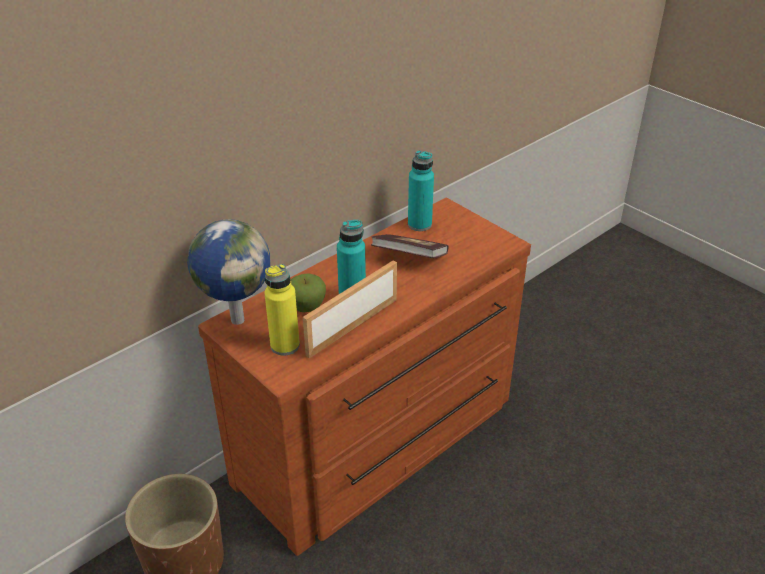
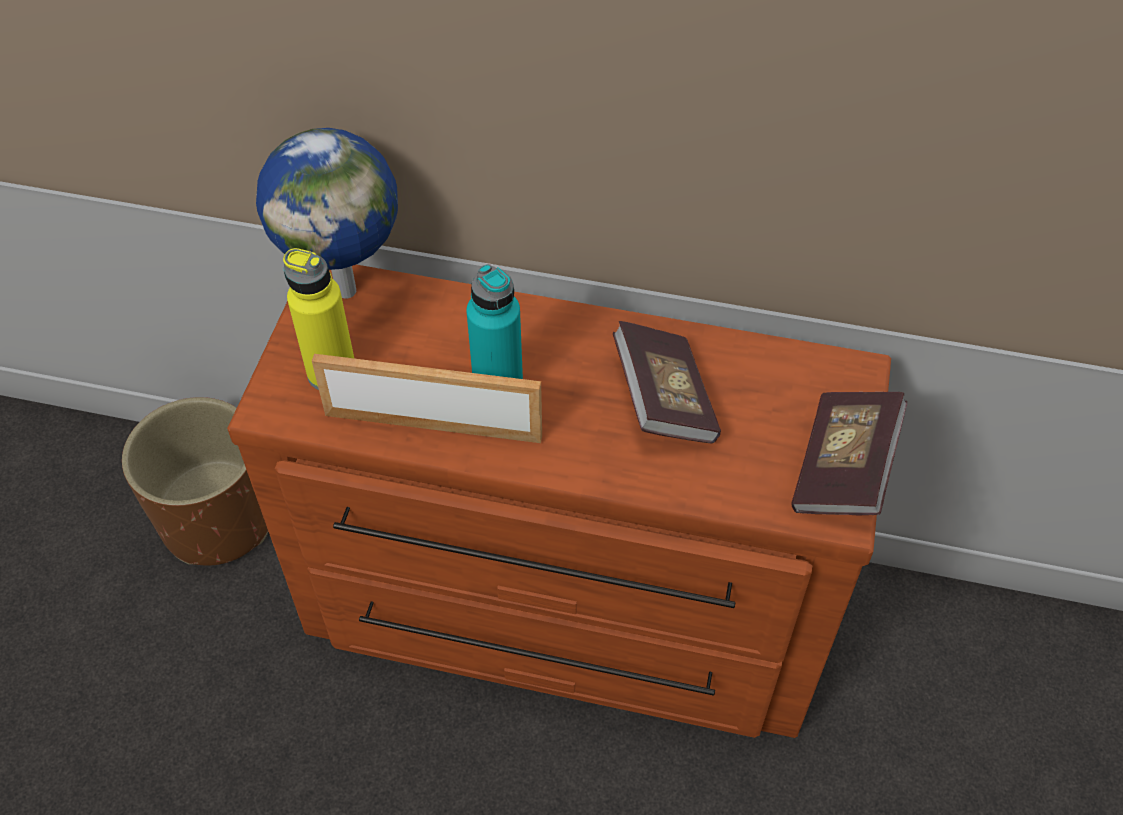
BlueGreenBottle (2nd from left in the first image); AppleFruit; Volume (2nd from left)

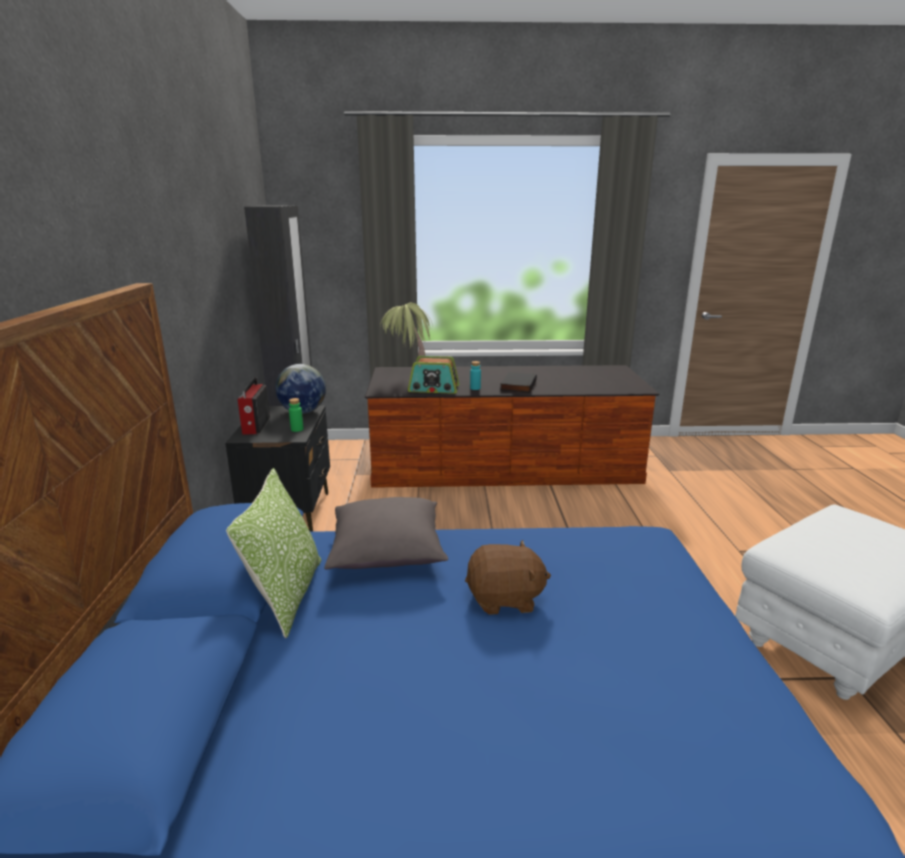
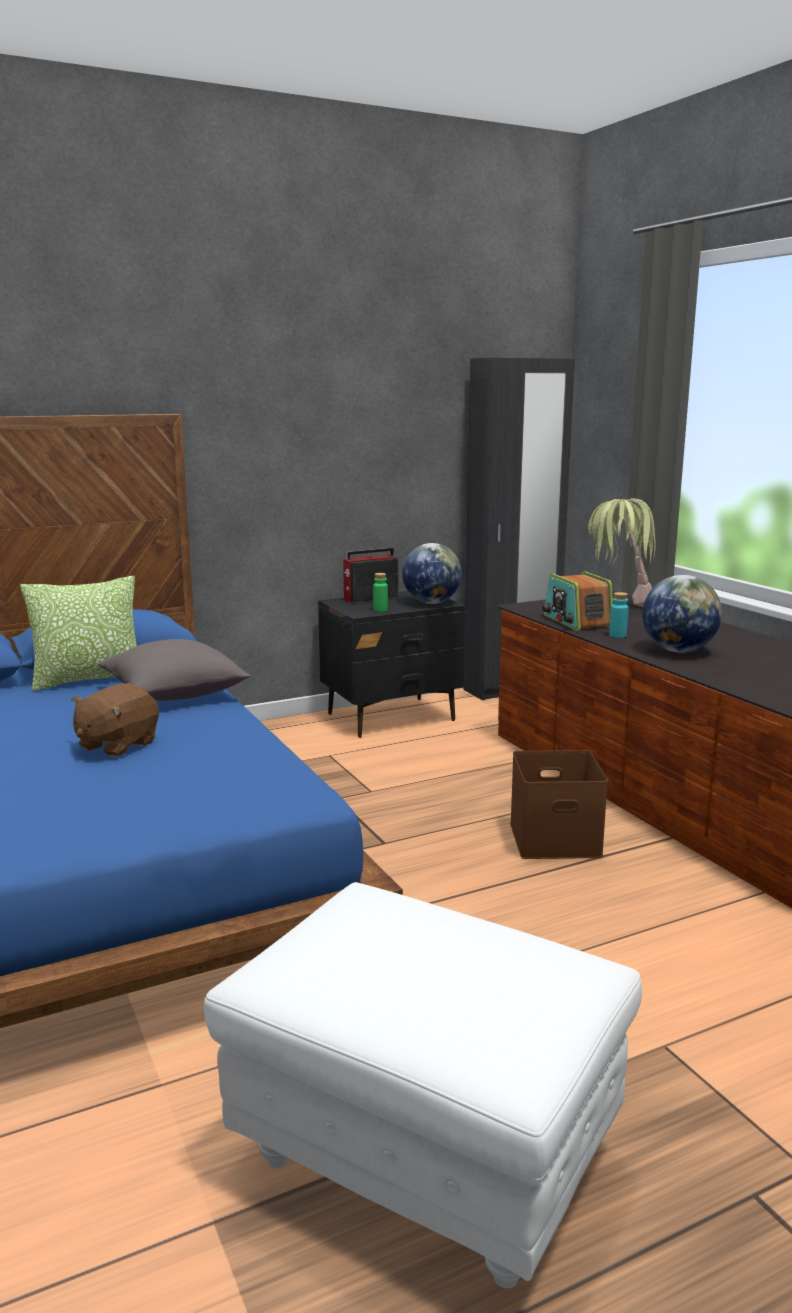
DeskGlobe (2nd from left); BrownPlushToy; BrownStorageBox

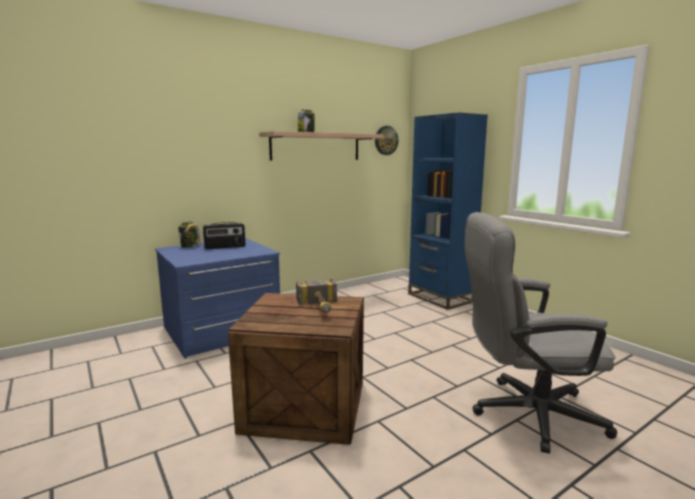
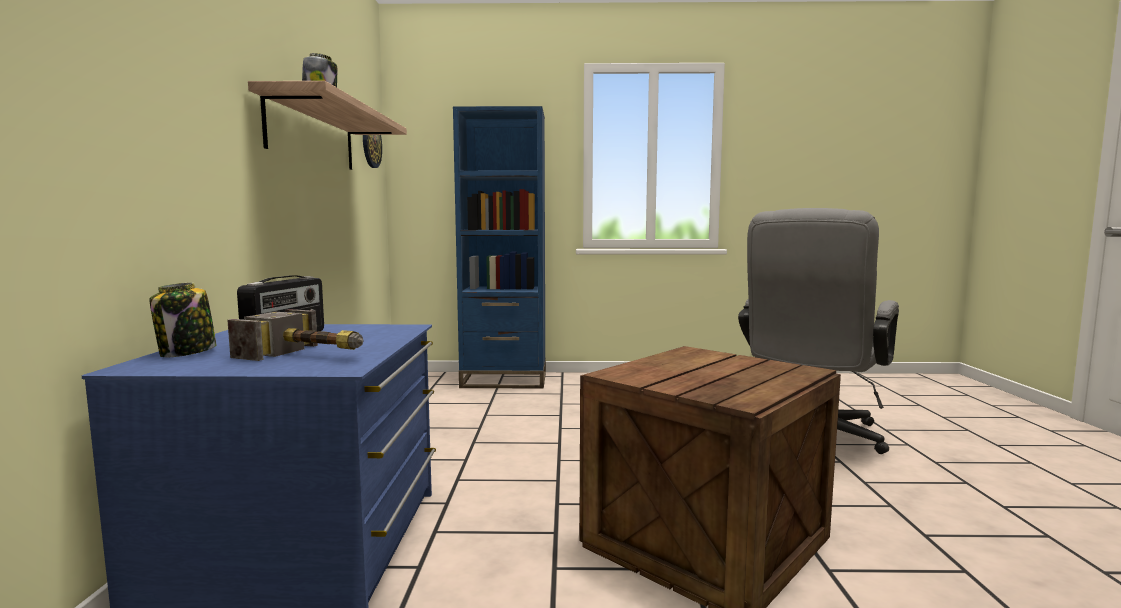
HandHammer

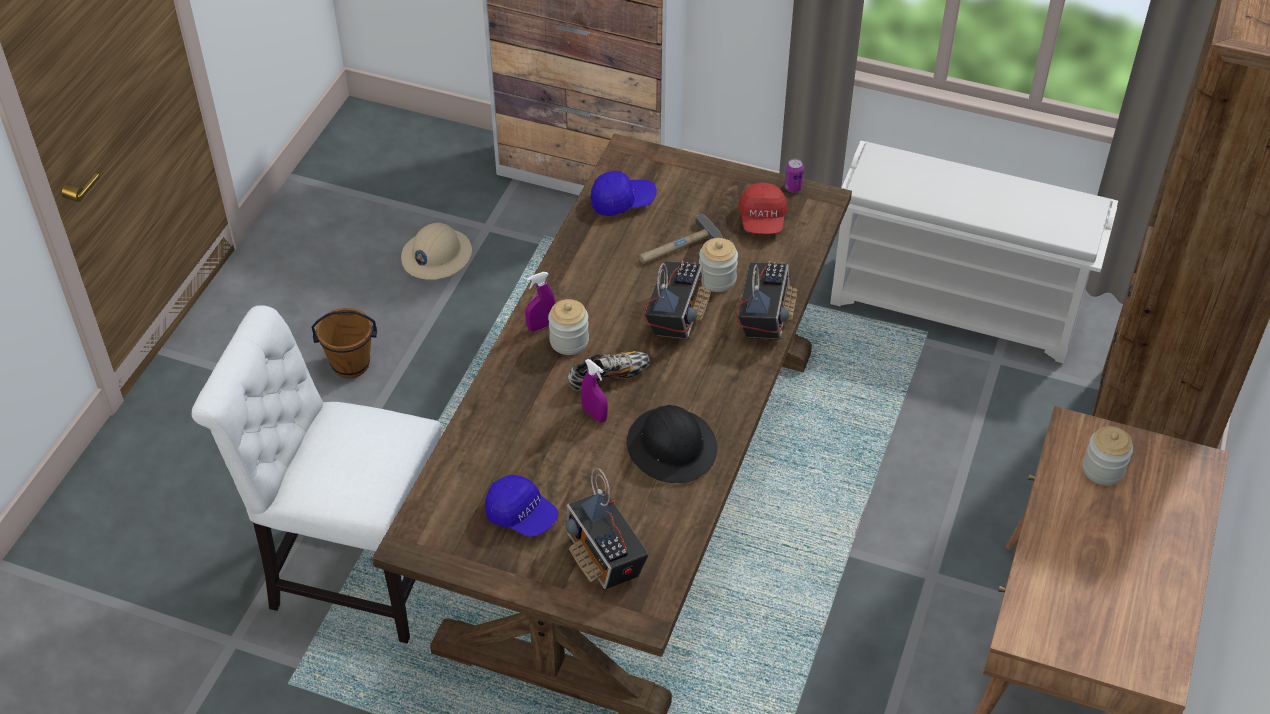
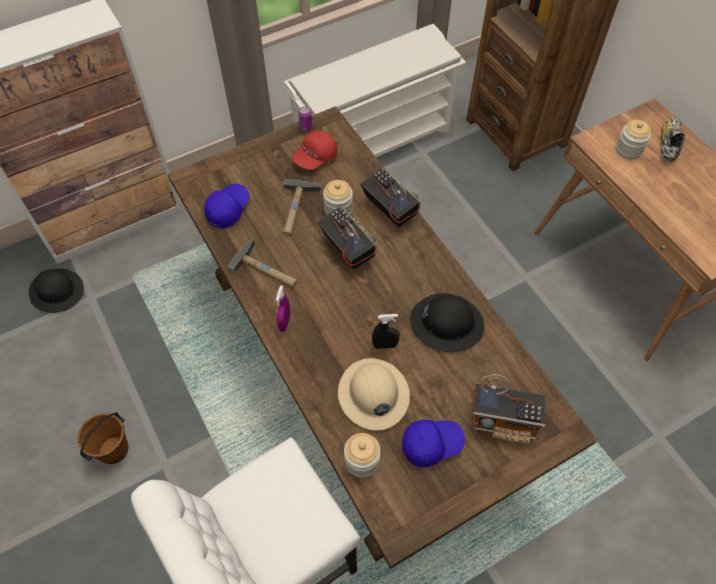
RedColouredBaseballCap; SandColouredSafetyHelmet; Jar (2nd from left); ItemOfFootwear; BlackishSprayBottle; HandHammer (1st from left); BlackishSafetyHelmet (1st from left)

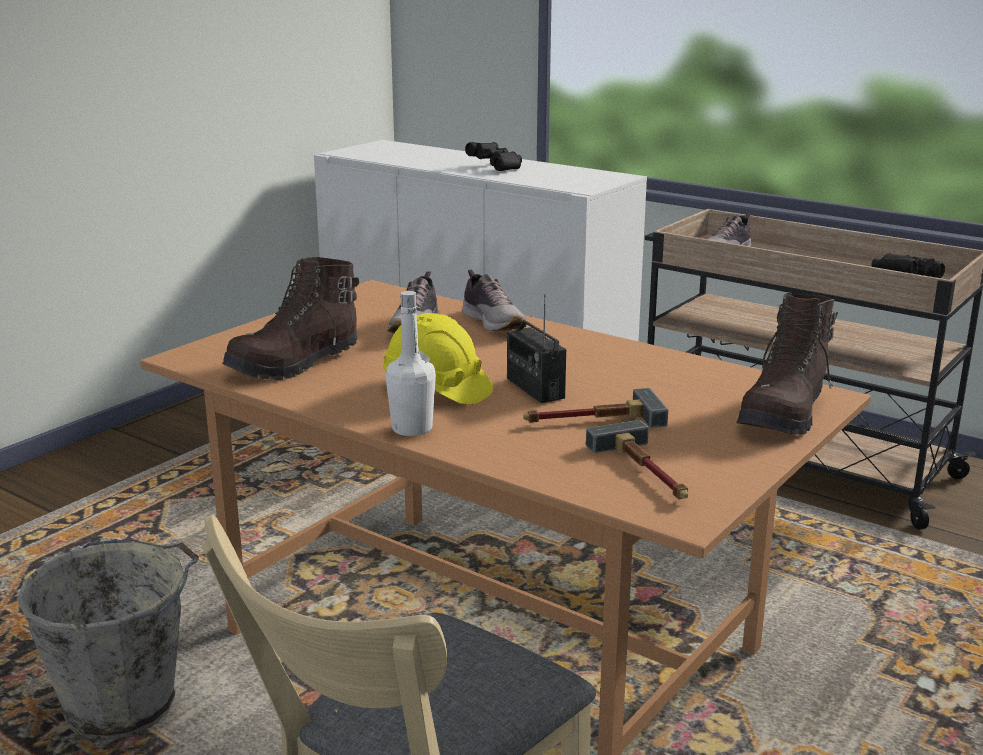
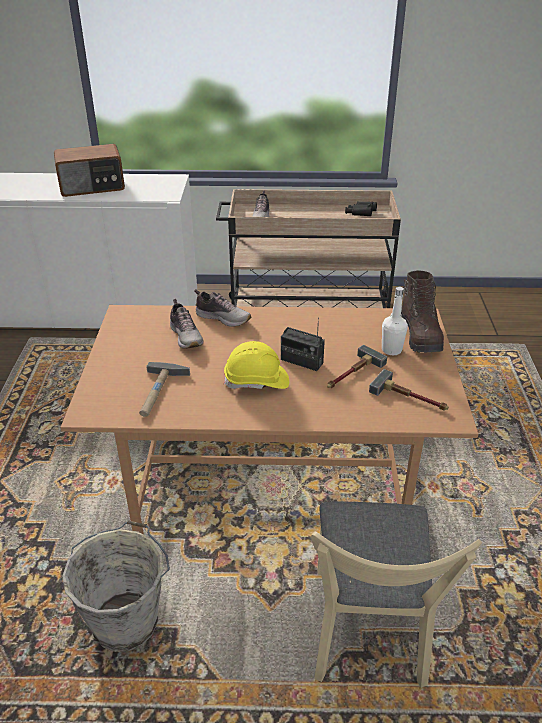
RadioSet (1st from left); HandHammer (1st from left); WhitishBottle

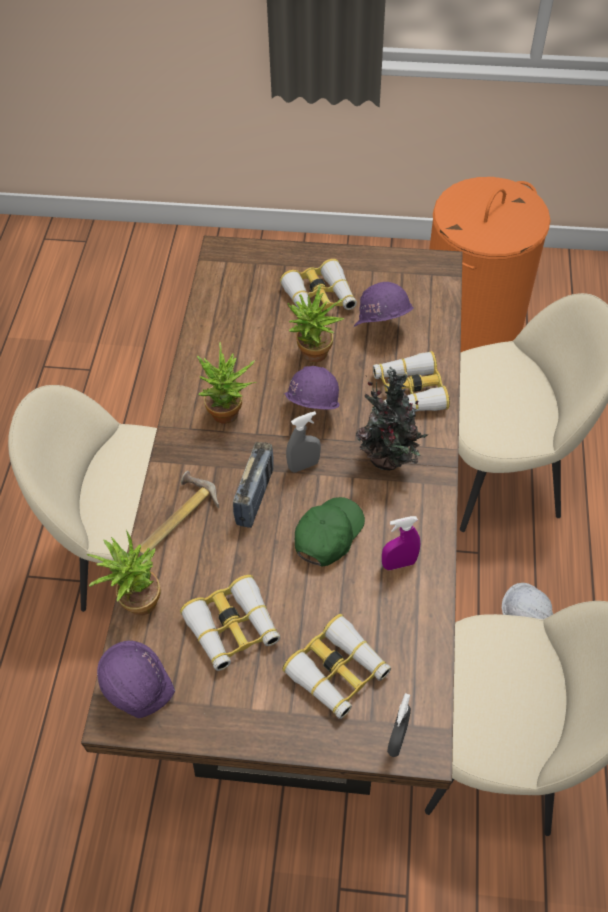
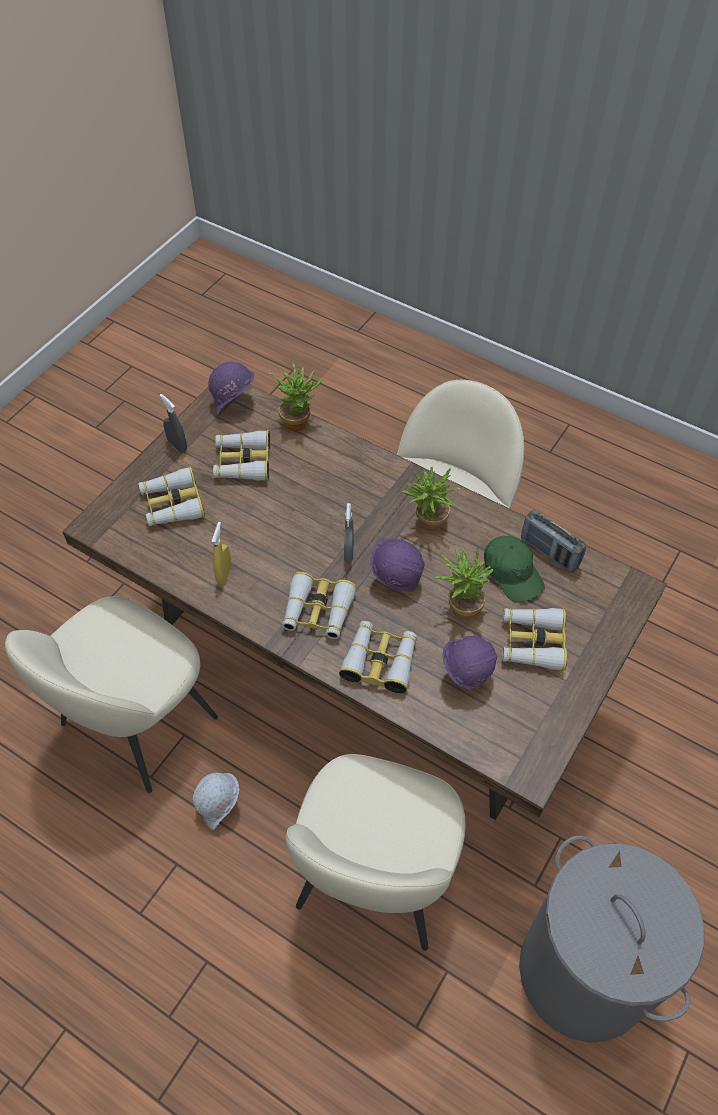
GrayHamper; PairOfBinoculars (3rd from left); RadioSet; HandHammer; GreenishBaseballCap; YellowColouredSprayBottle; GraySprayBottle (1st from left)

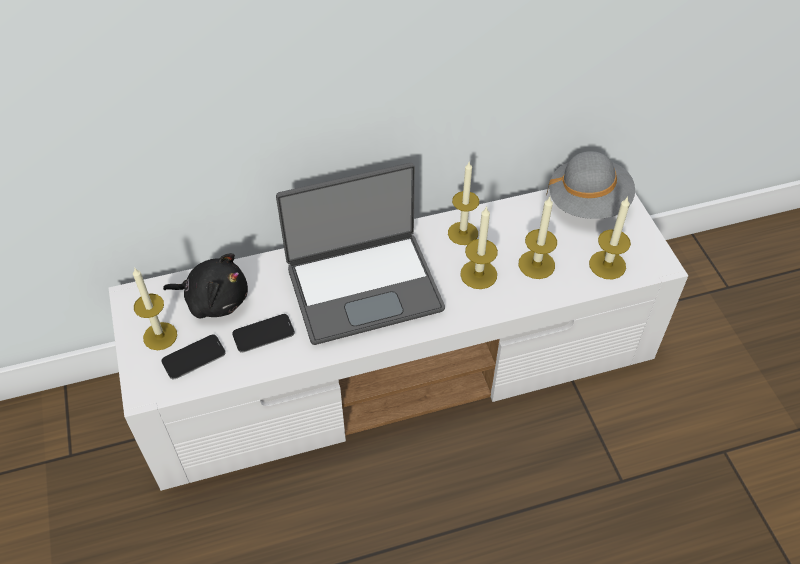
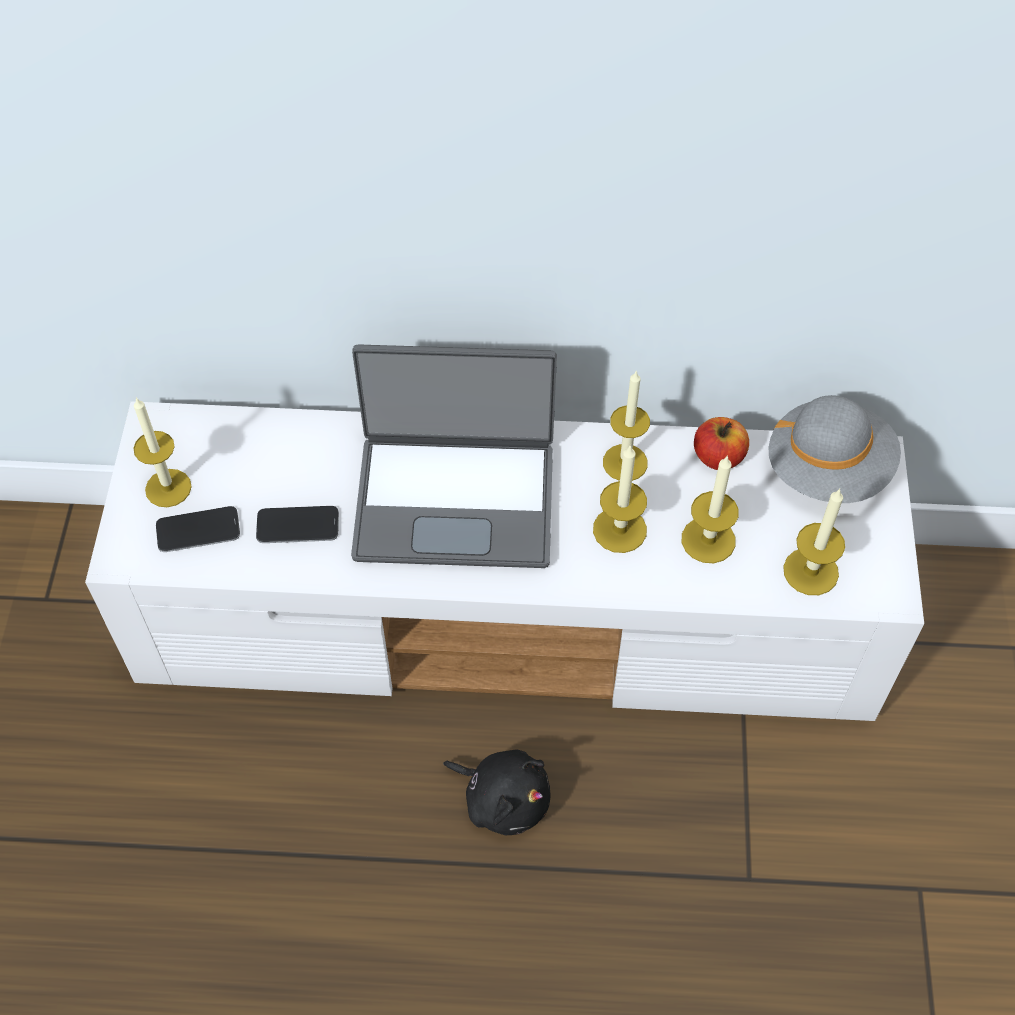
BlackishPlushToy; AppleFruit

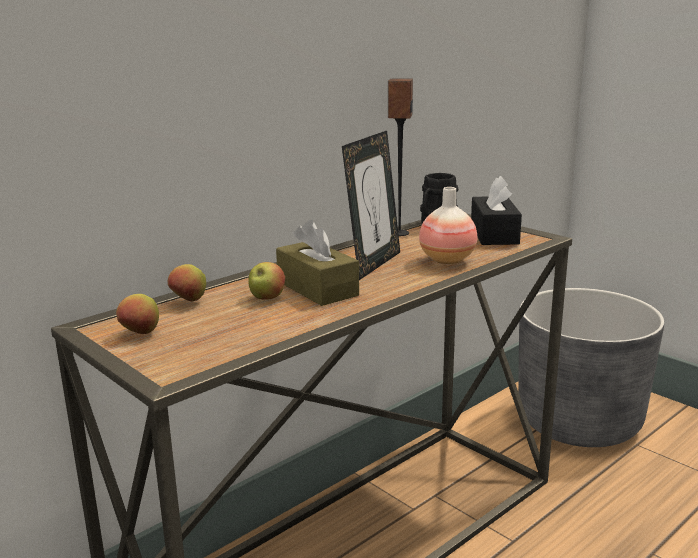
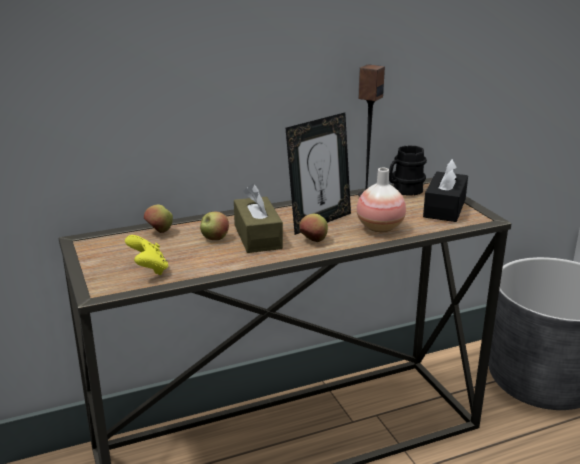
AppleFruit (3rd from left); YellowColouredJoypad

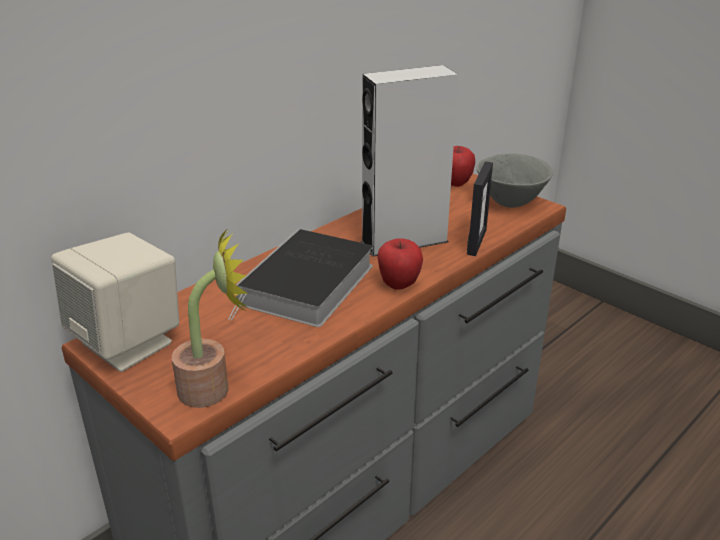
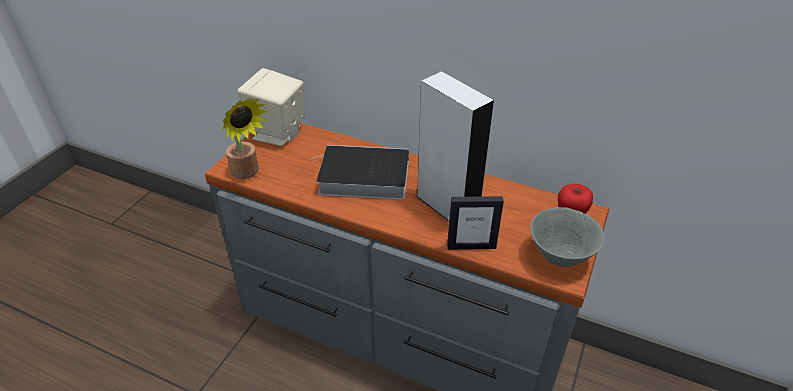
AppleFruit (1st from left in the first image)

